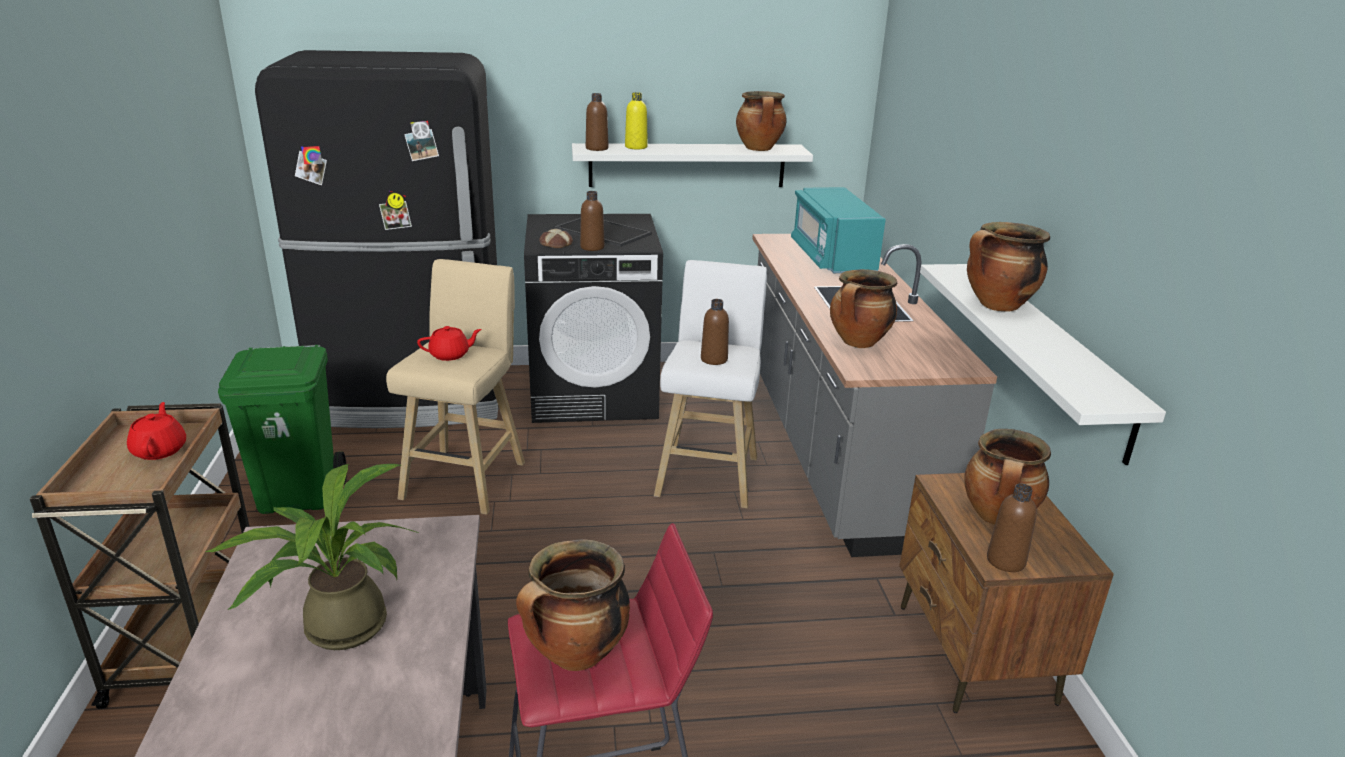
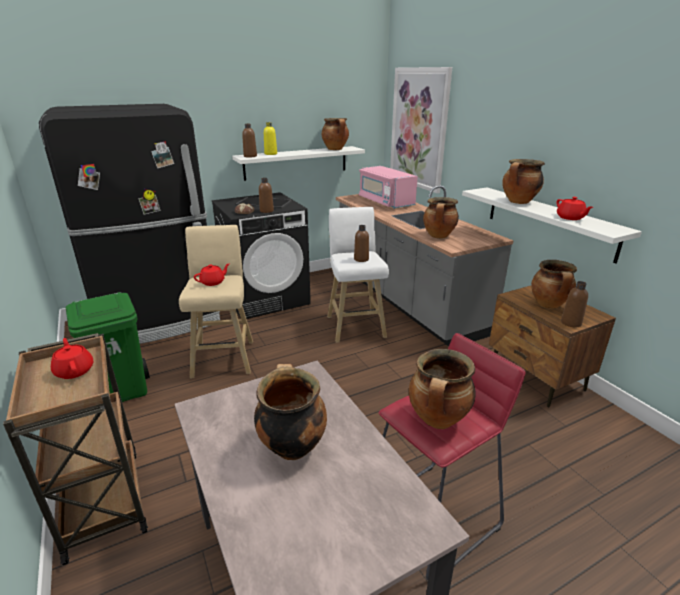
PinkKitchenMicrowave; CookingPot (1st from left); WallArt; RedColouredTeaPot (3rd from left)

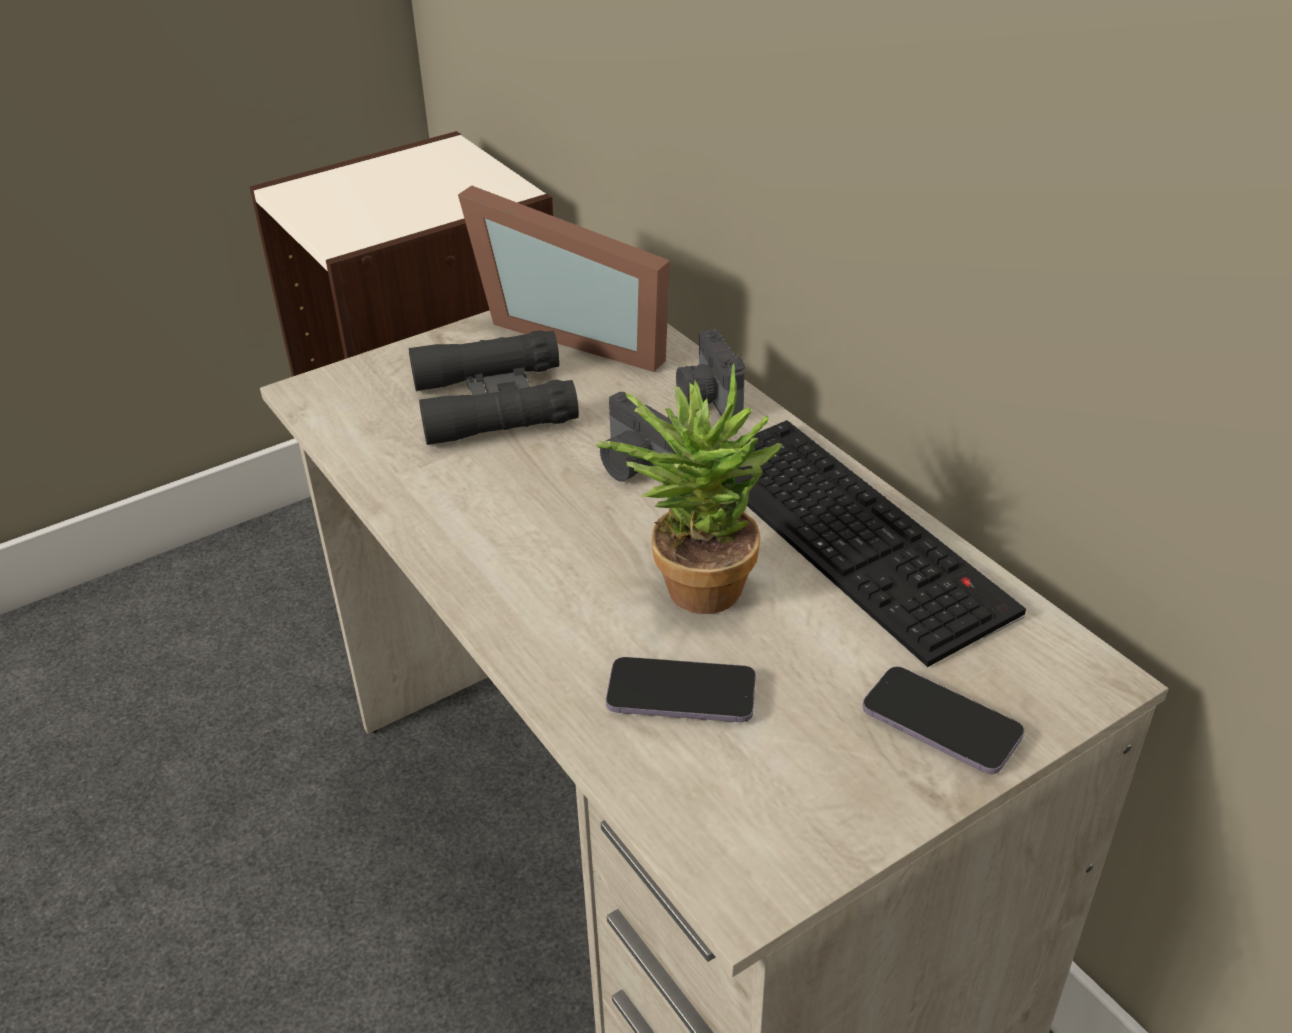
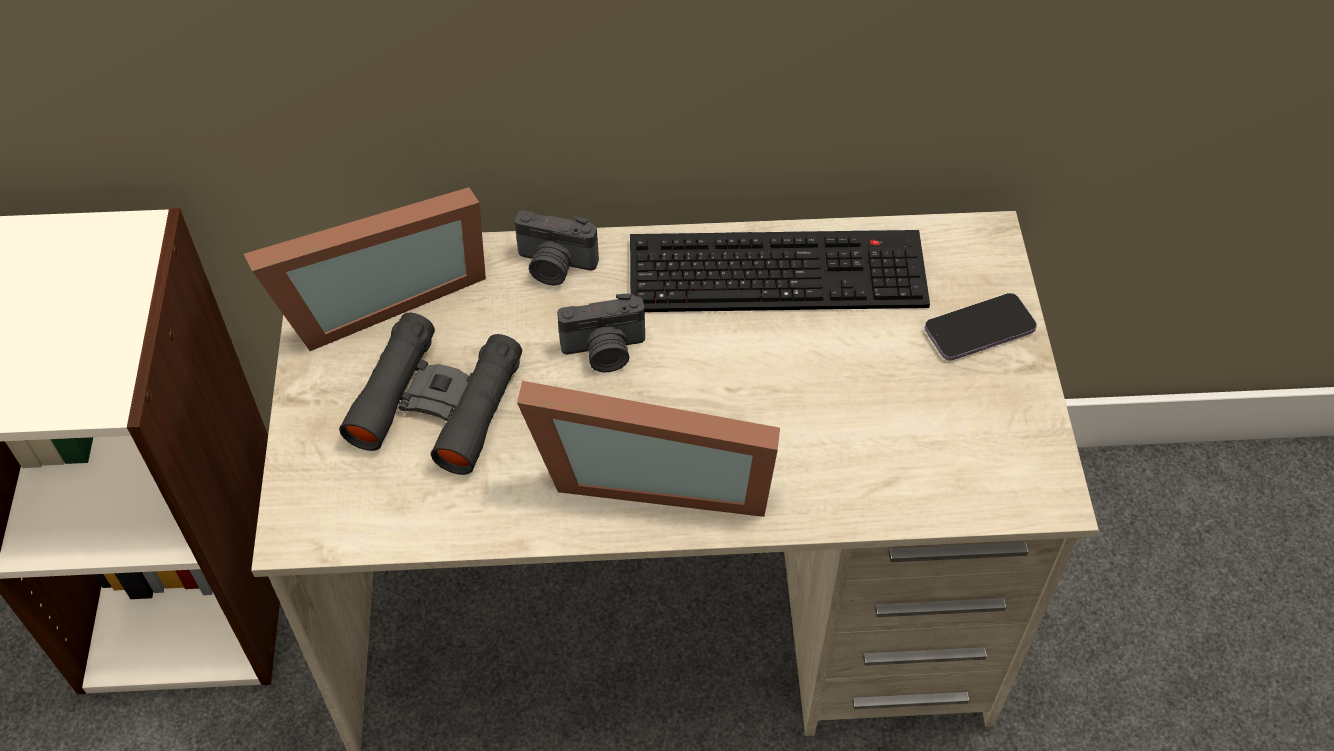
PlantInAPot; Handset (1st from left in the first image); PictureFrame (2nd from left)

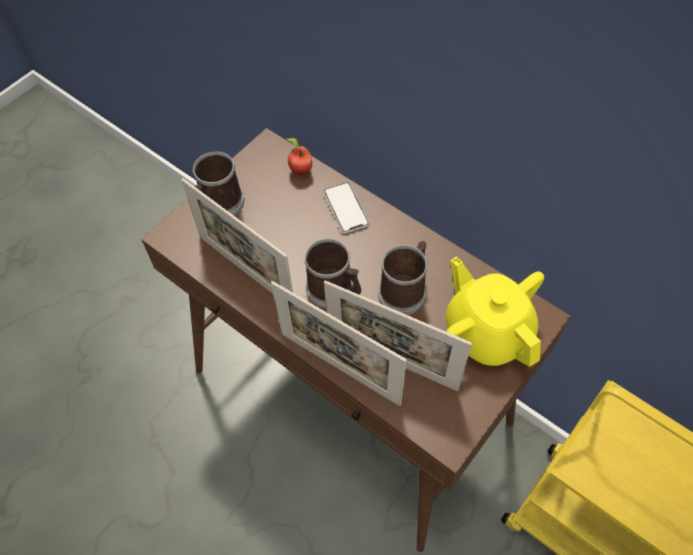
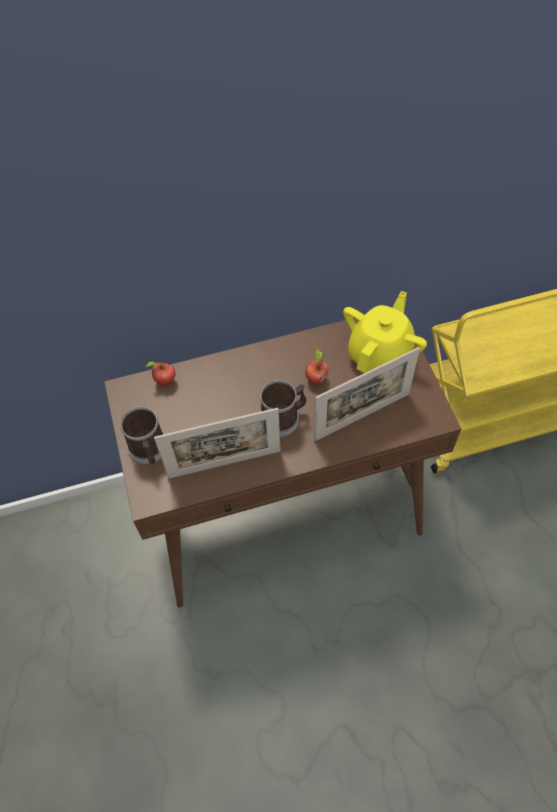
Handset; AppleFruit (2nd from left); YellowColouredTeaPot; PictureFrame (2nd from left in the first image)

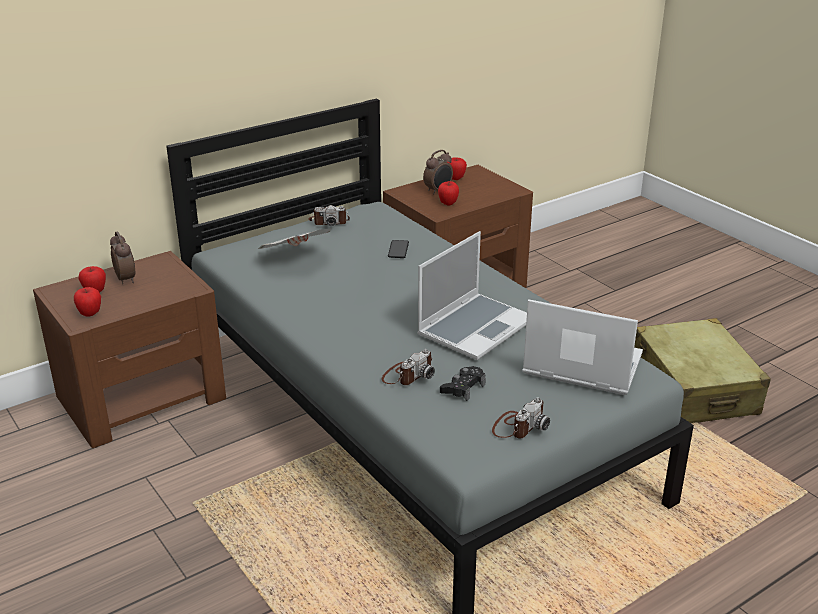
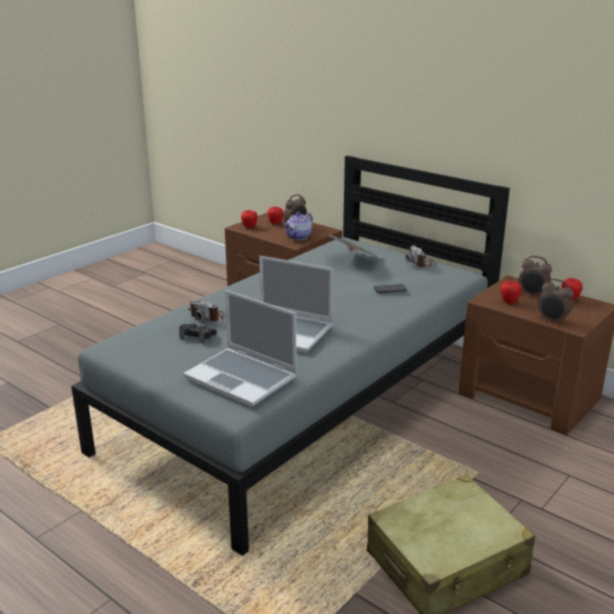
PortableComputer (1st from left); StillCamera (3rd from left in the first image); TeaPot; BedsideClock (3rd from left)

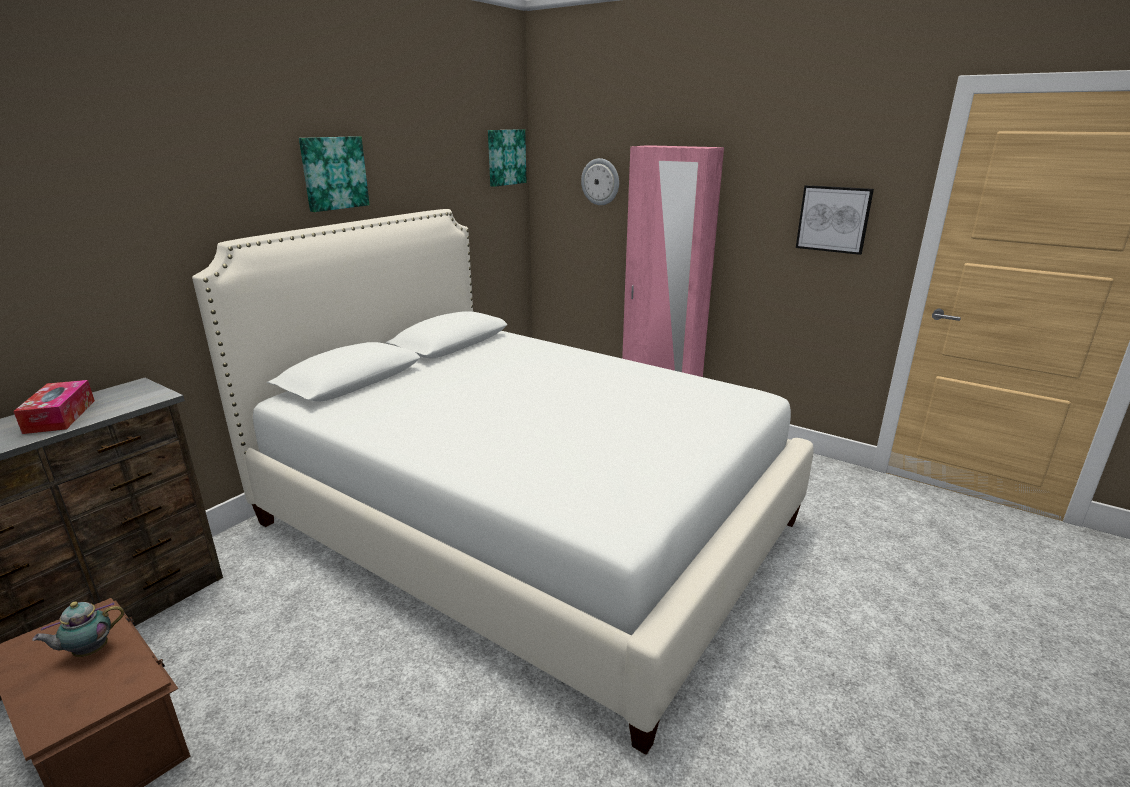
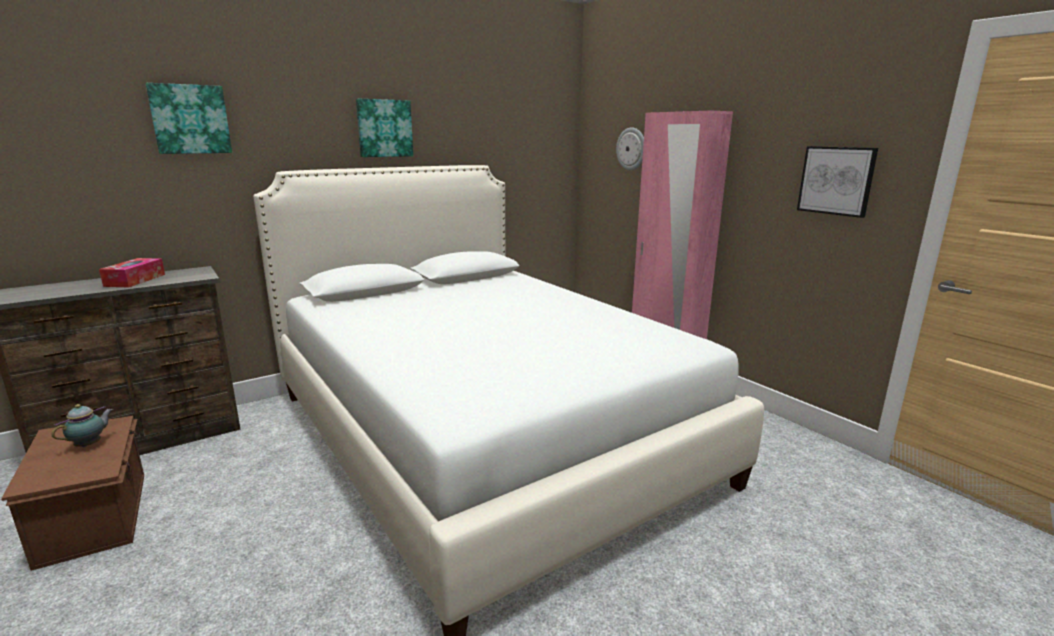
WallArt (1st from left); TeaPot

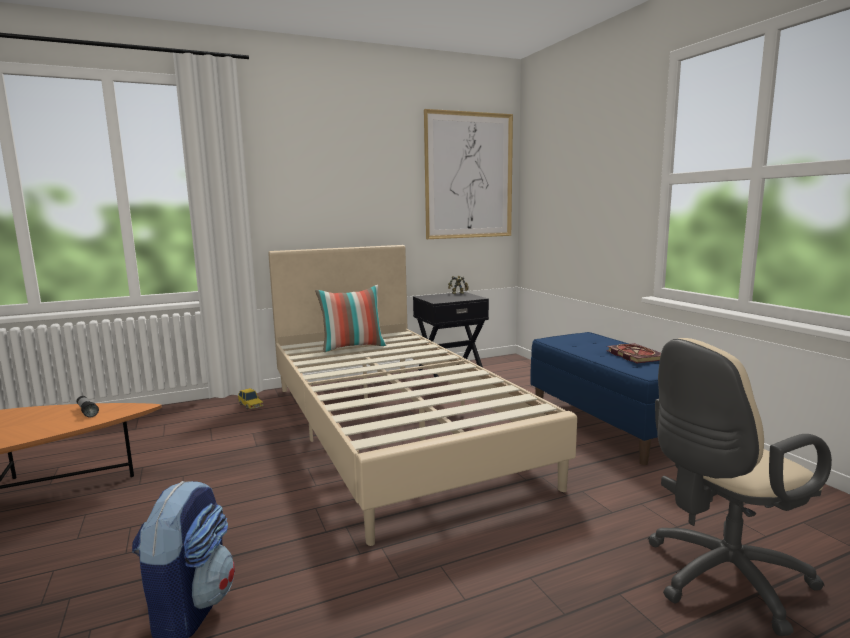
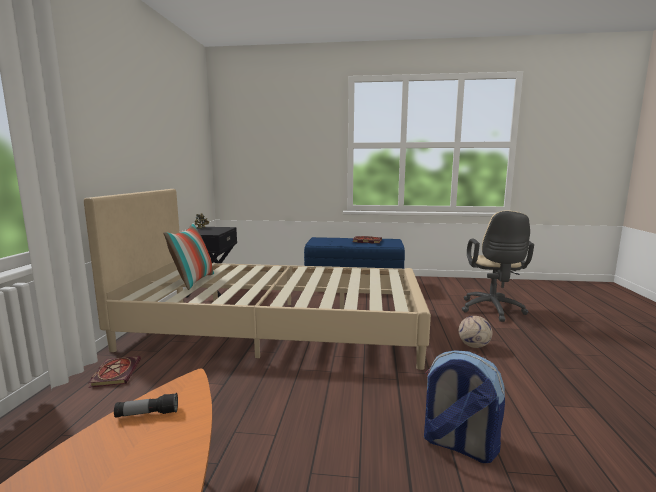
WallArt; Volume (1st from left); BallForFootball

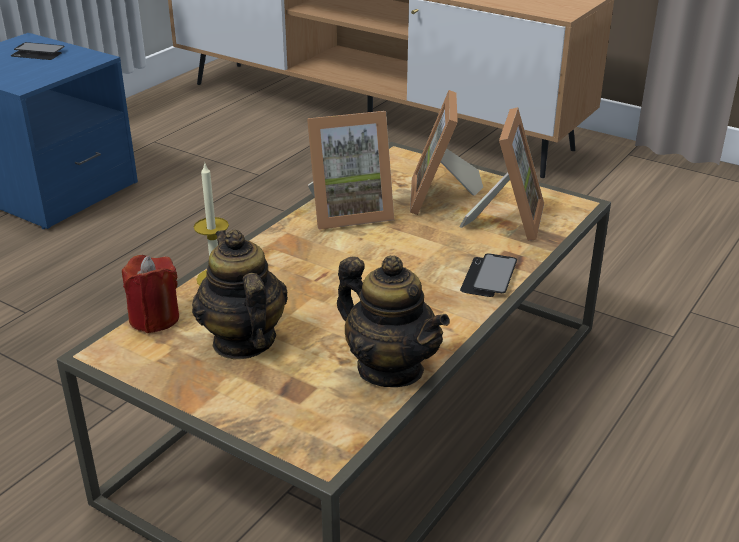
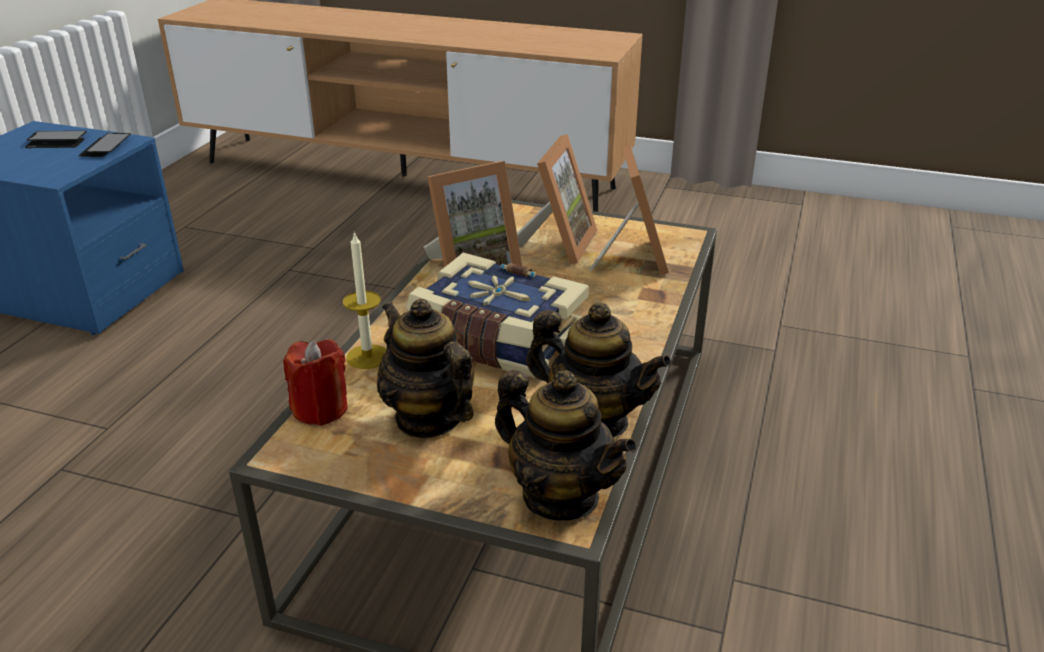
PictureFrame (2nd from left); Handset (2nd from left); Volume; TeaPot (2nd from left)

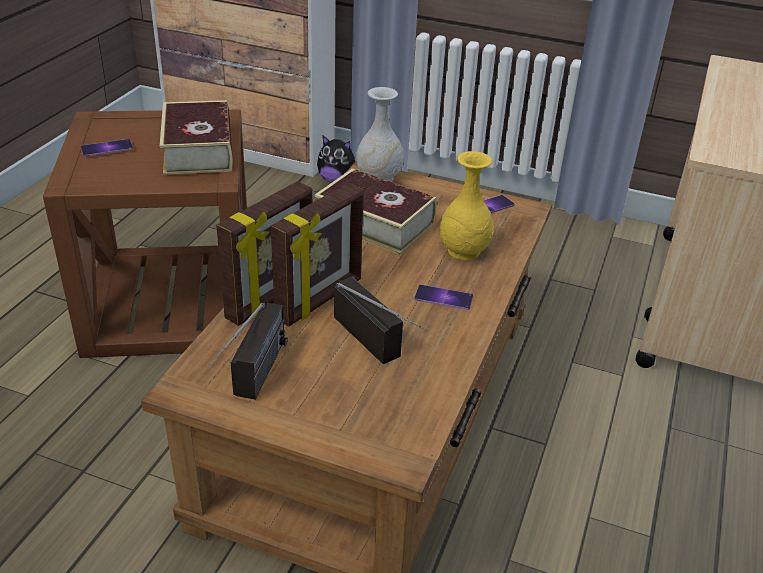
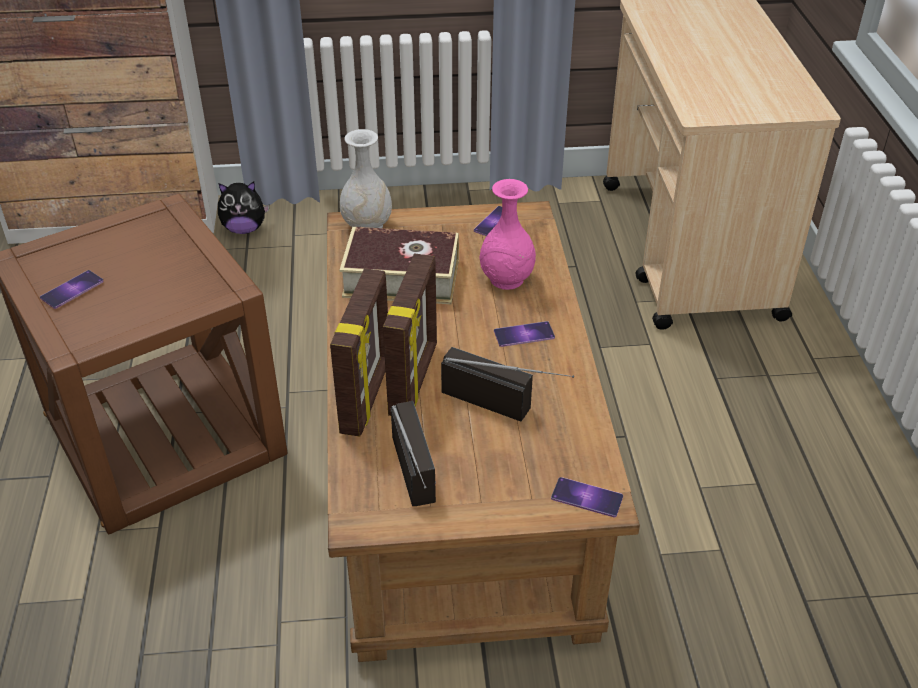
Volume (1st from left in the first image); PinkFlowerVase; Handset (4th from left)

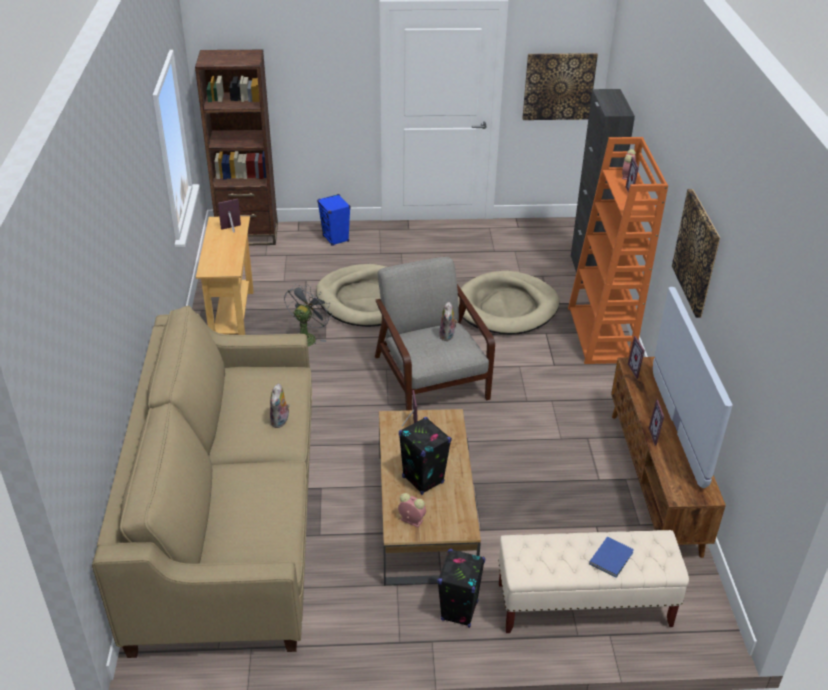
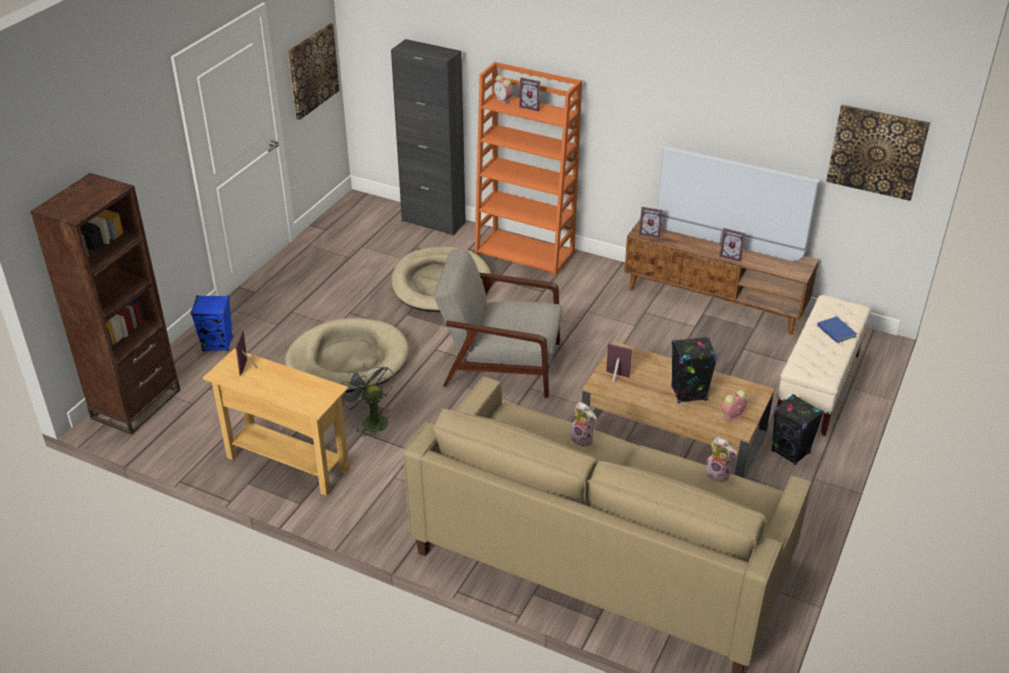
WallArt (2nd from left); PlushToy (2nd from left)

